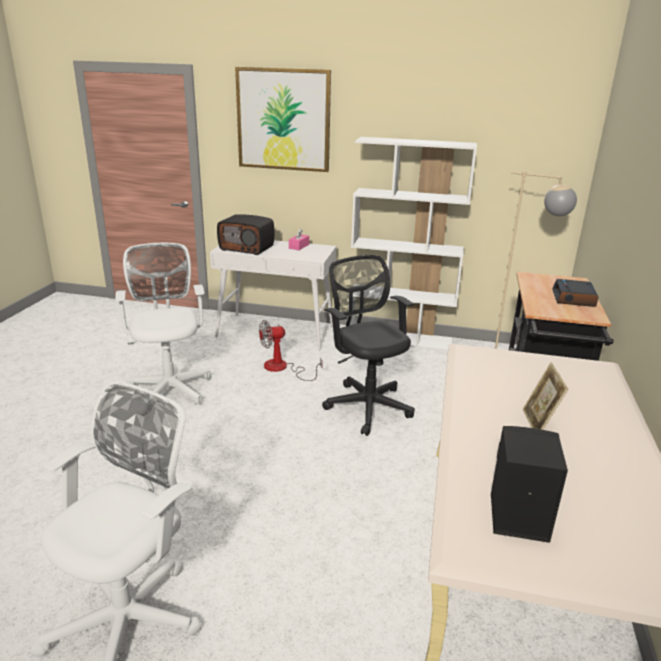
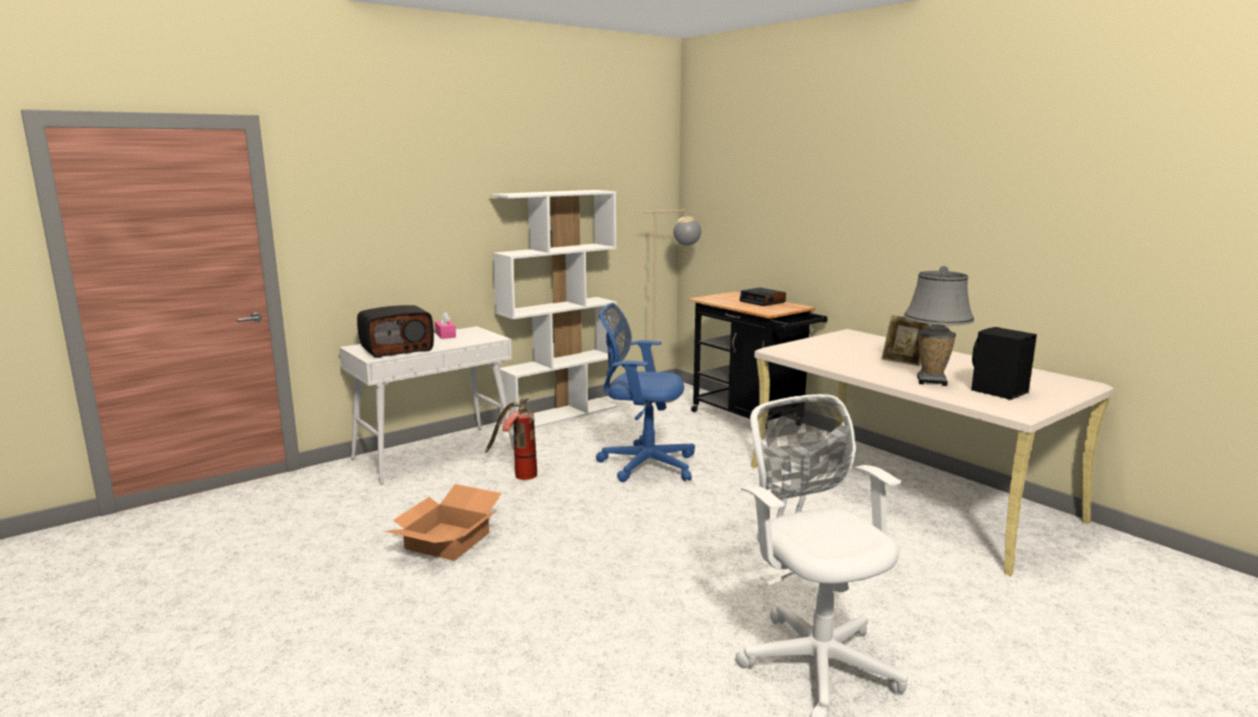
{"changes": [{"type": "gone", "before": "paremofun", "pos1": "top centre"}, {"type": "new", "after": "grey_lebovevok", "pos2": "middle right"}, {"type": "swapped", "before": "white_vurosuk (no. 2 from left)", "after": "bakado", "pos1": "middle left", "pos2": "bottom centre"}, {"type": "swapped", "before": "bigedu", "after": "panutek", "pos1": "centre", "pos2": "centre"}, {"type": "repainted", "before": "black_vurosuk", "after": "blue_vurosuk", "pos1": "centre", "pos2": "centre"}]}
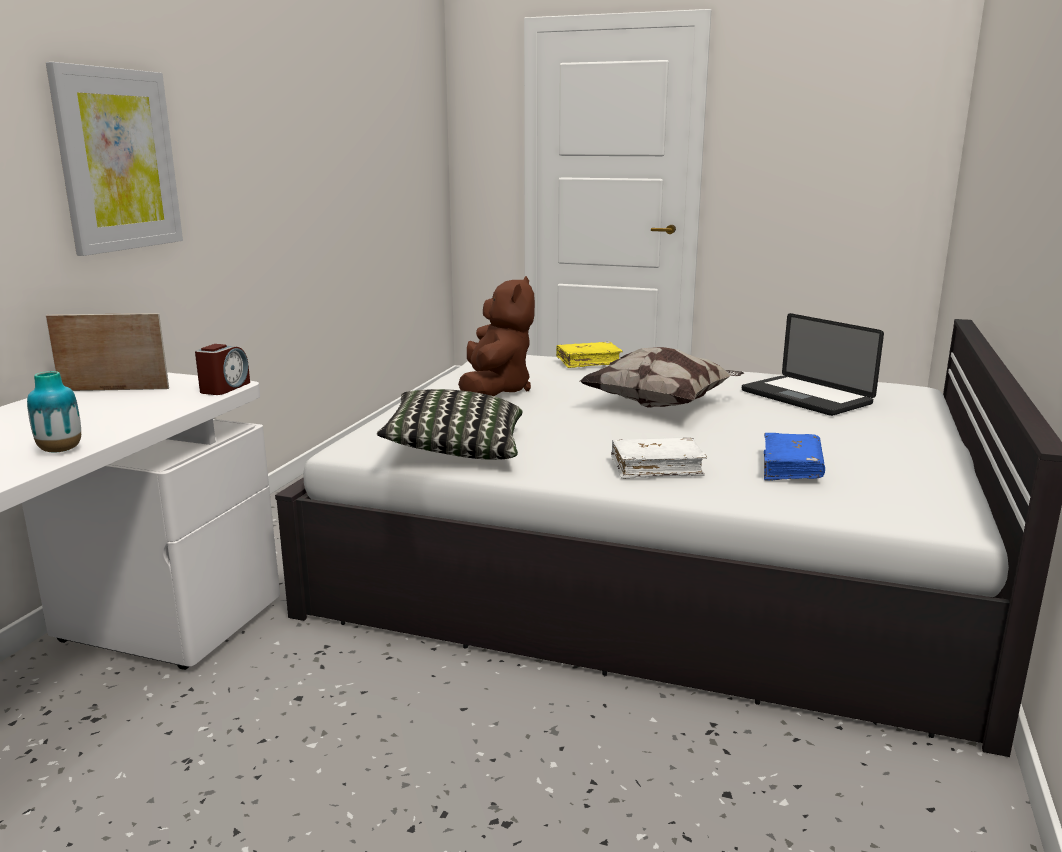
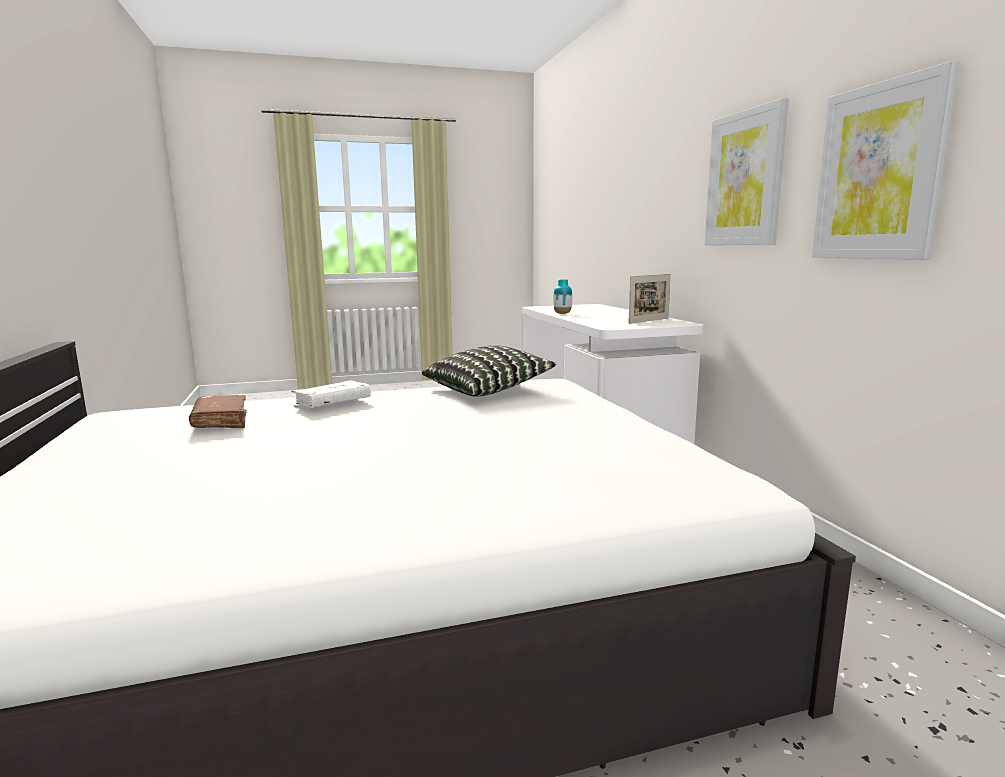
{"changes": [{"type": "gone", "before": "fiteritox", "pos1": "middle left"}, {"type": "gone", "before": "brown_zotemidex", "pos1": "centre"}, {"type": "gone", "before": "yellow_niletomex", "pos1": "centre"}, {"type": "gone", "before": "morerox (no. 2 from left)", "pos1": "centre"}, {"type": "gone", "before": "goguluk", "pos1": "middle right"}, {"type": "new", "after": "paremofun (no. 2 from left)", "pos2": "top right"}, {"type": "repainted", "before": "blue_niletomex", "after": "brown_niletomex", "pos1": "middle right", "pos2": "middle left"}]}
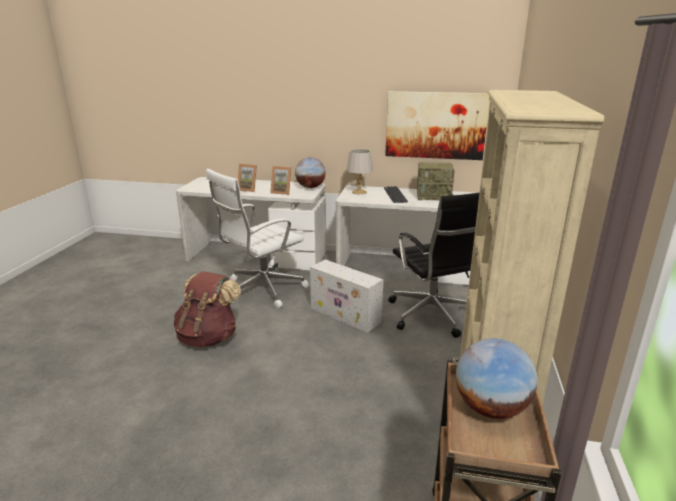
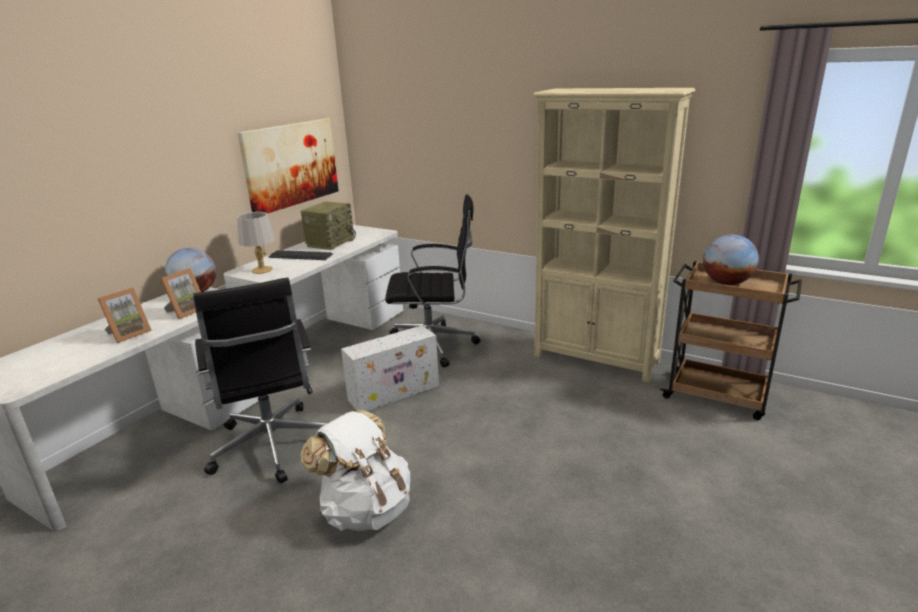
{"changes": [{"type": "repainted", "before": "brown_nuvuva", "after": "white_nuvuva", "pos1": "middle left", "pos2": "bottom centre"}, {"type": "repainted", "before": "white_vurosuk", "after": "black_vurosuk (no. 1 from left)", "pos1": "centre", "pos2": "middle left"}]}
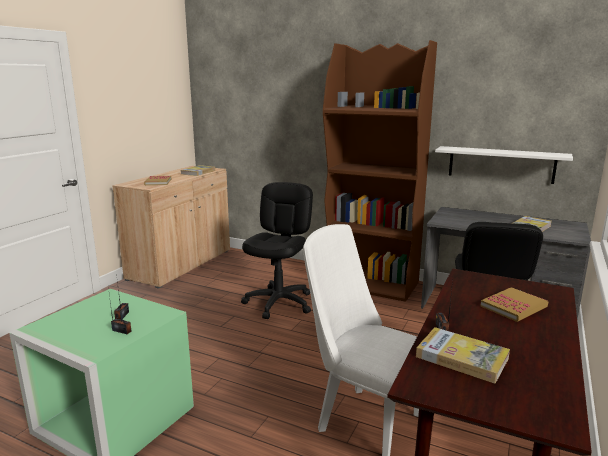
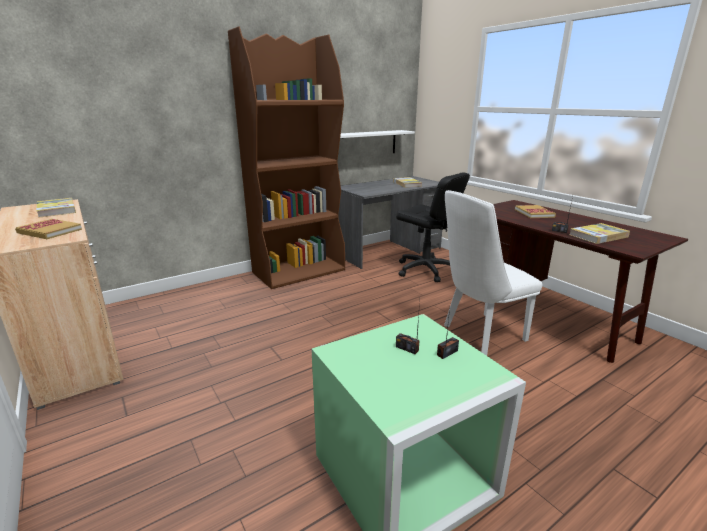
{"changes": [{"type": "gone", "before": "black_vurosuk (no. 1 from left)", "pos1": "centre"}]}
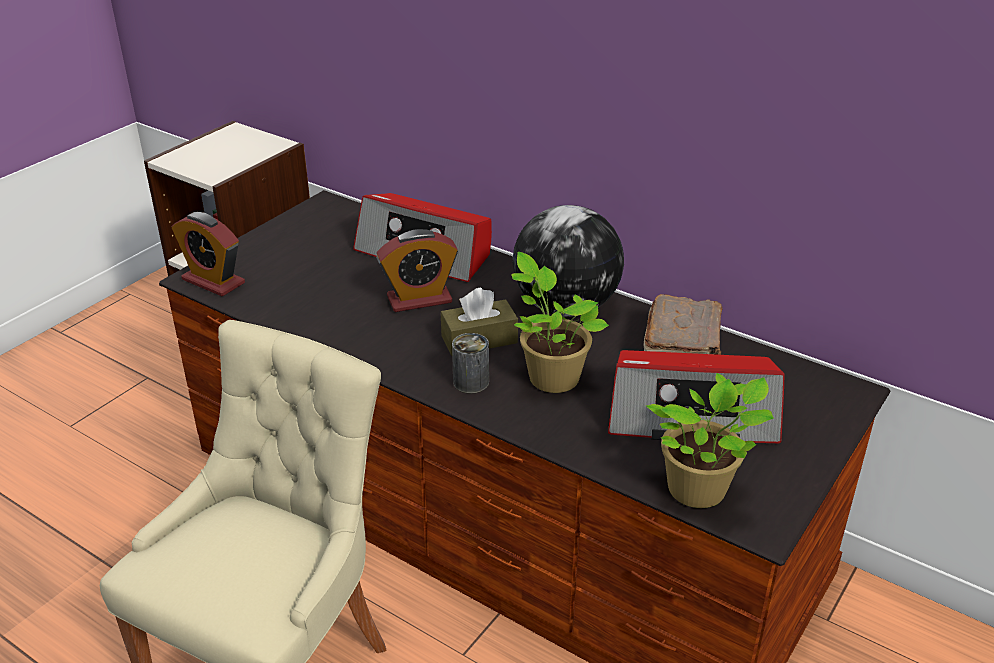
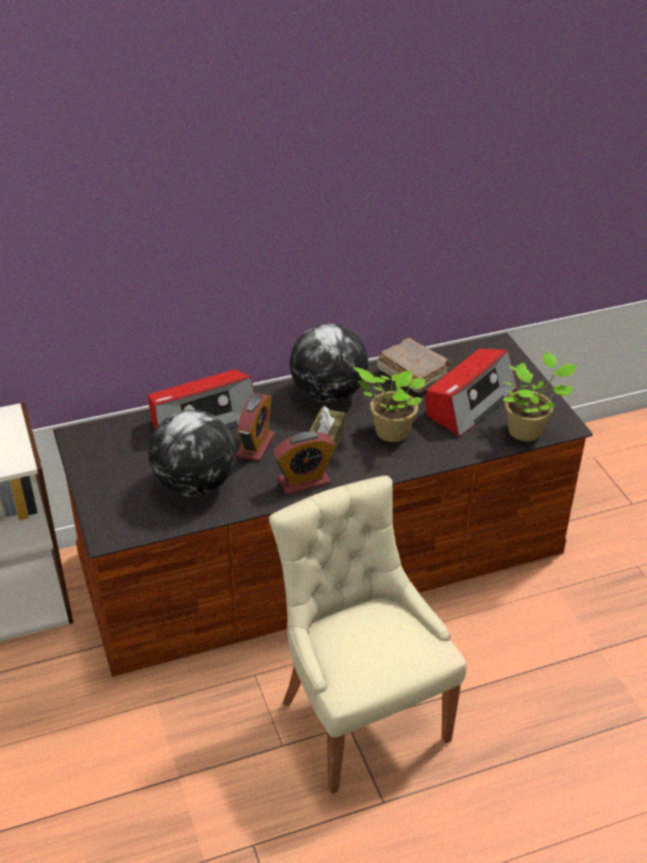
{"changes": [{"type": "gone", "before": "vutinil", "pos1": "centre"}, {"type": "new", "after": "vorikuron (no. 1 from left)", "pos2": "middle left"}, {"type": "shifted", "before": "fiteritox (no. 1 from left in the first image)", "after": "fiteritox (no. 2 from left)", "pos1": "middle left", "pos2": "centre"}]}
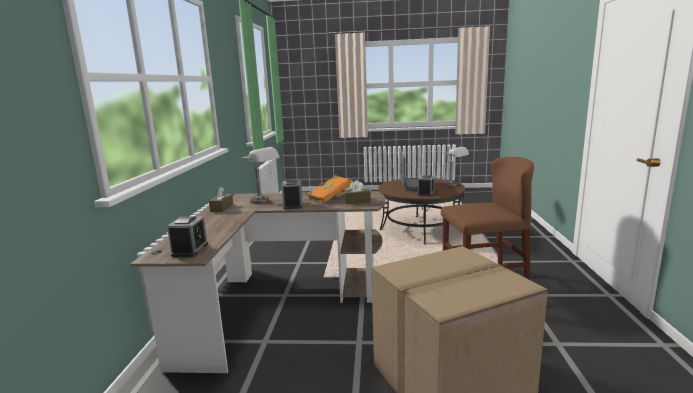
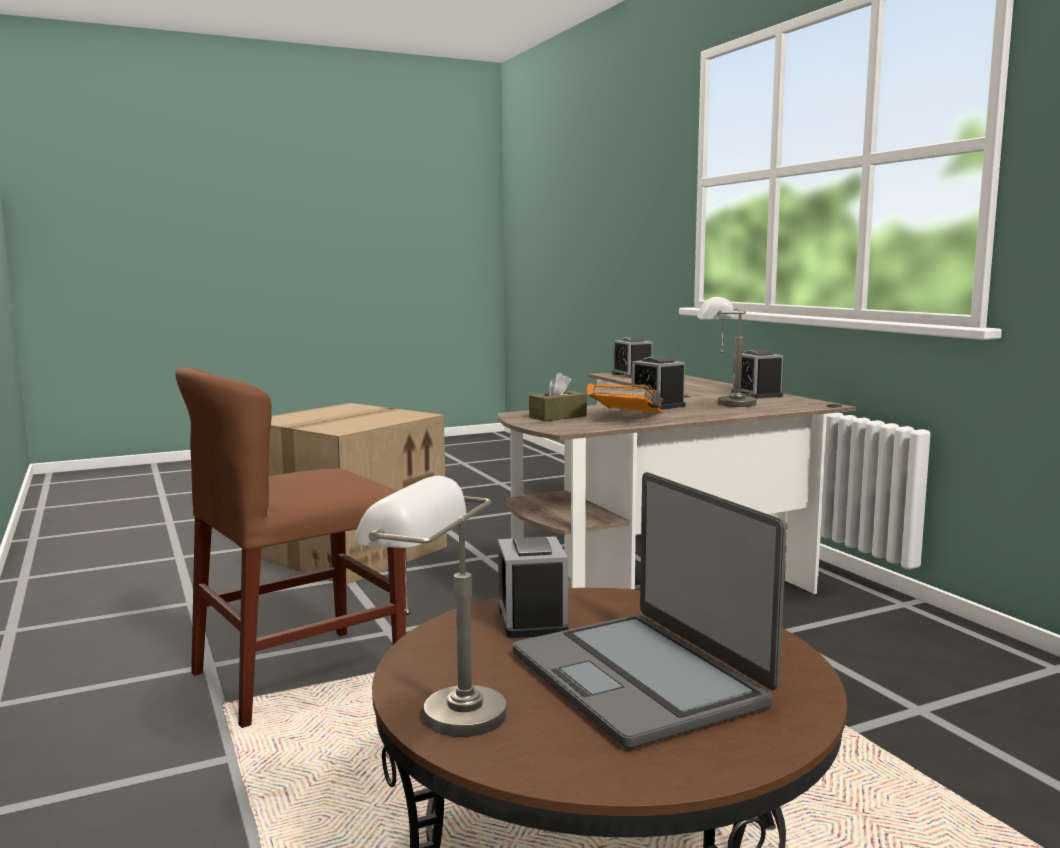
{"changes": [{"type": "swapped", "before": "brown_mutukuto (no. 1 from left)", "after": "fiteritox (no. 4 from left)", "pos1": "middle left", "pos2": "middle right"}]}
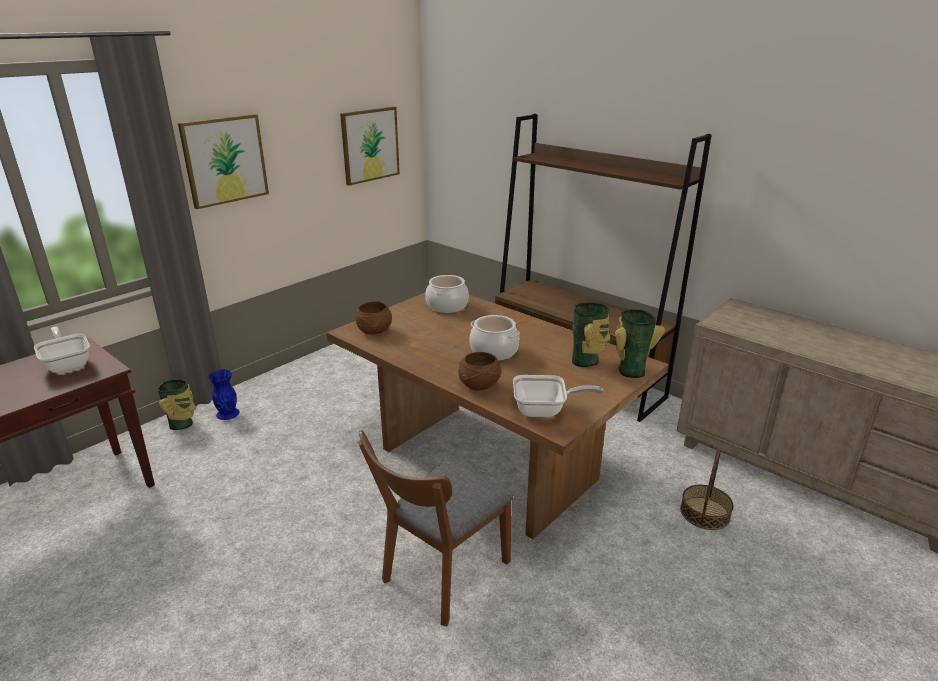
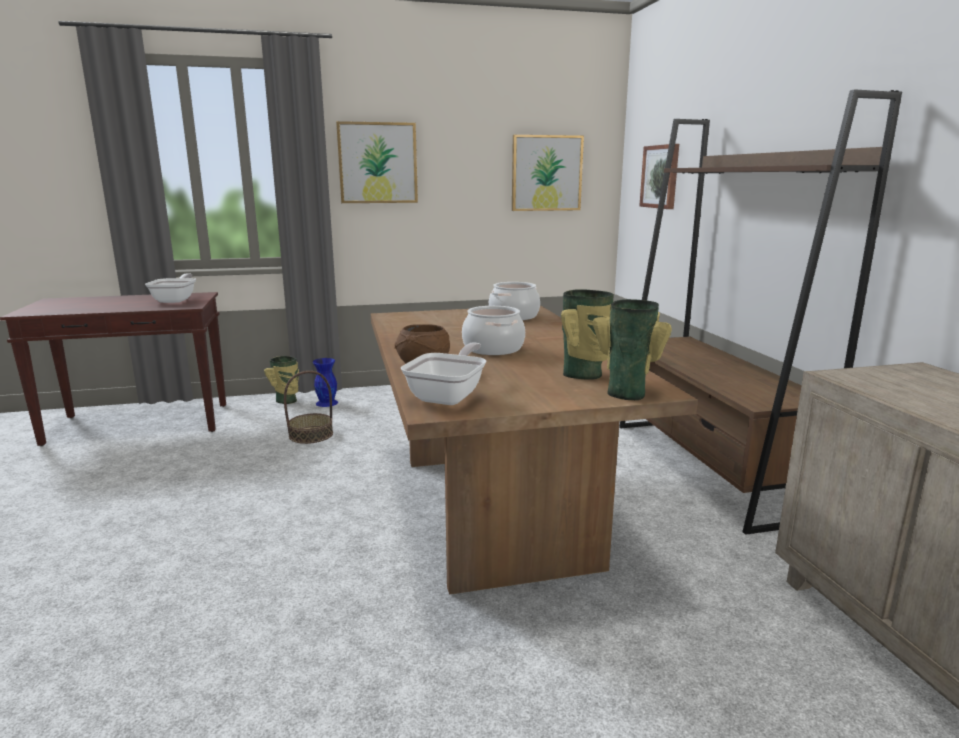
{"changes": [{"type": "gone", "before": "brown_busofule (no. 1 from left)", "pos1": "centre"}, {"type": "gone", "before": "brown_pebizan", "pos1": "bottom centre"}, {"type": "new", "after": "paremofun (no. 3 from left)", "pos2": "top right"}, {"type": "shifted", "before": "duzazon", "pos1": "bottom right", "pos2": "middle left"}, {"type": "rotated", "before": "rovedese (no. 2 from left)", "pos1": "centre", "pos2": "centre", "turn": -105}]}
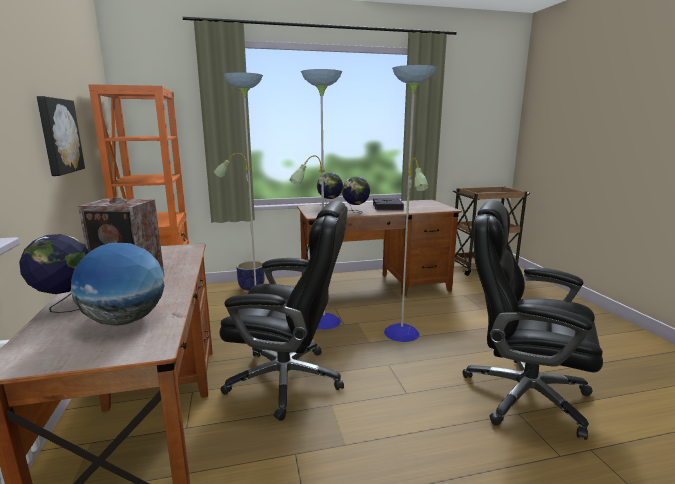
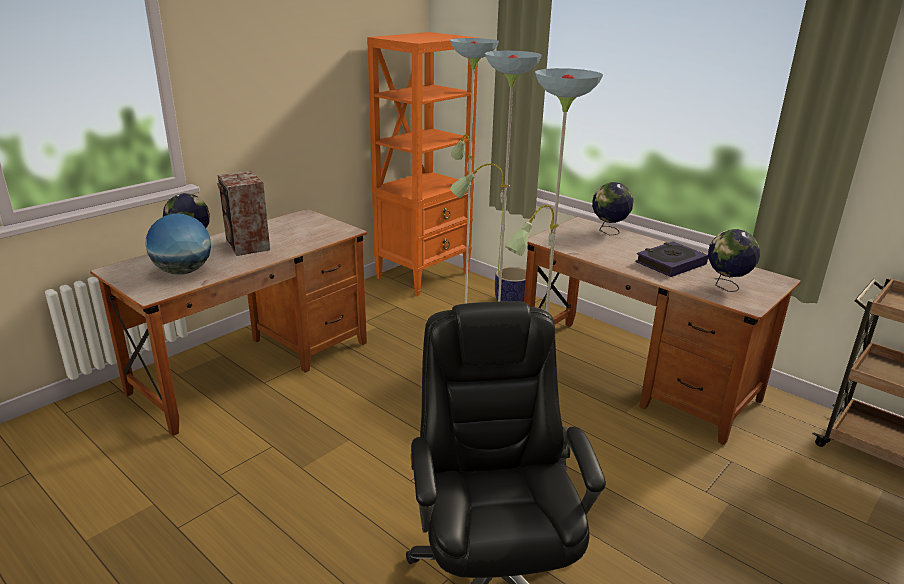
{"changes": [{"type": "gone", "before": "paremofun", "pos1": "top left"}, {"type": "gone", "before": "black_vurosuk (no. 1 from left)", "pos1": "centre"}, {"type": "shifted", "before": "vorikuron (no. 4 from left)", "pos1": "centre", "pos2": "middle right"}]}
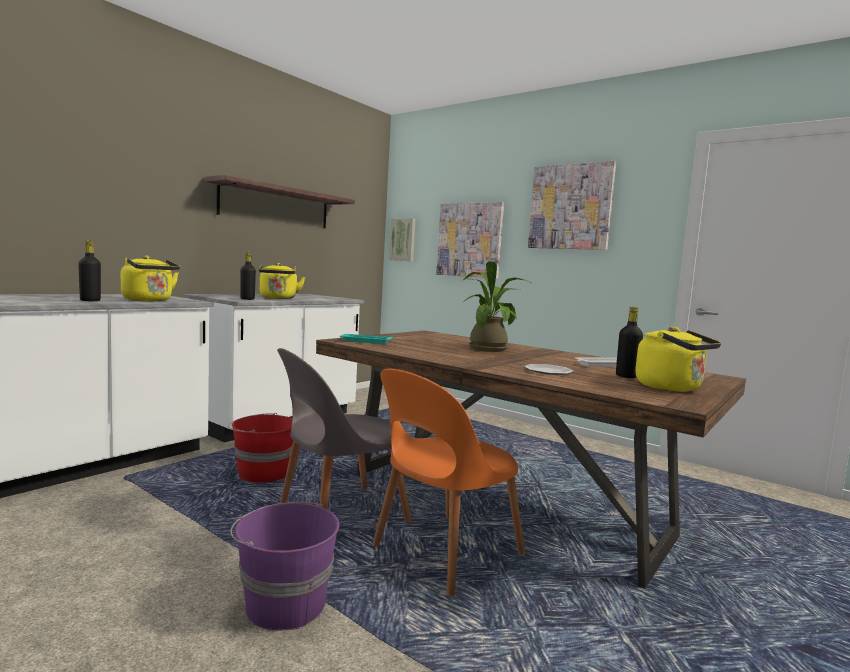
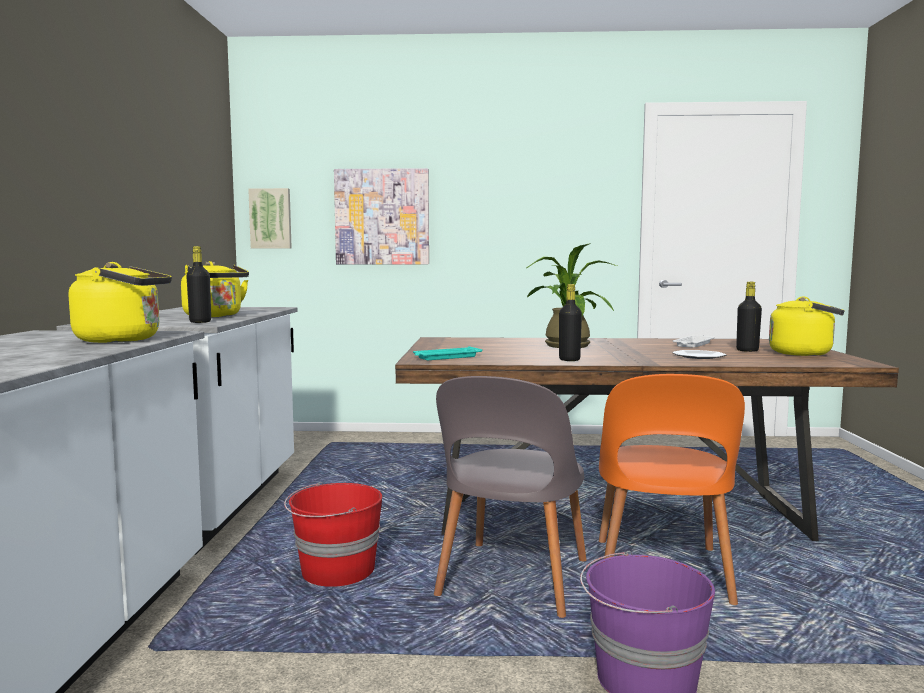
{"changes": [{"type": "gone", "before": "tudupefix", "pos1": "top left"}, {"type": "gone", "before": "paremofun (no. 3 from left)", "pos1": "top right"}, {"type": "shifted", "before": "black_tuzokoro (no. 1 from left in the first image)", "after": "black_tuzokoro (no. 2 from left)", "pos1": "middle left", "pos2": "centre"}]}
